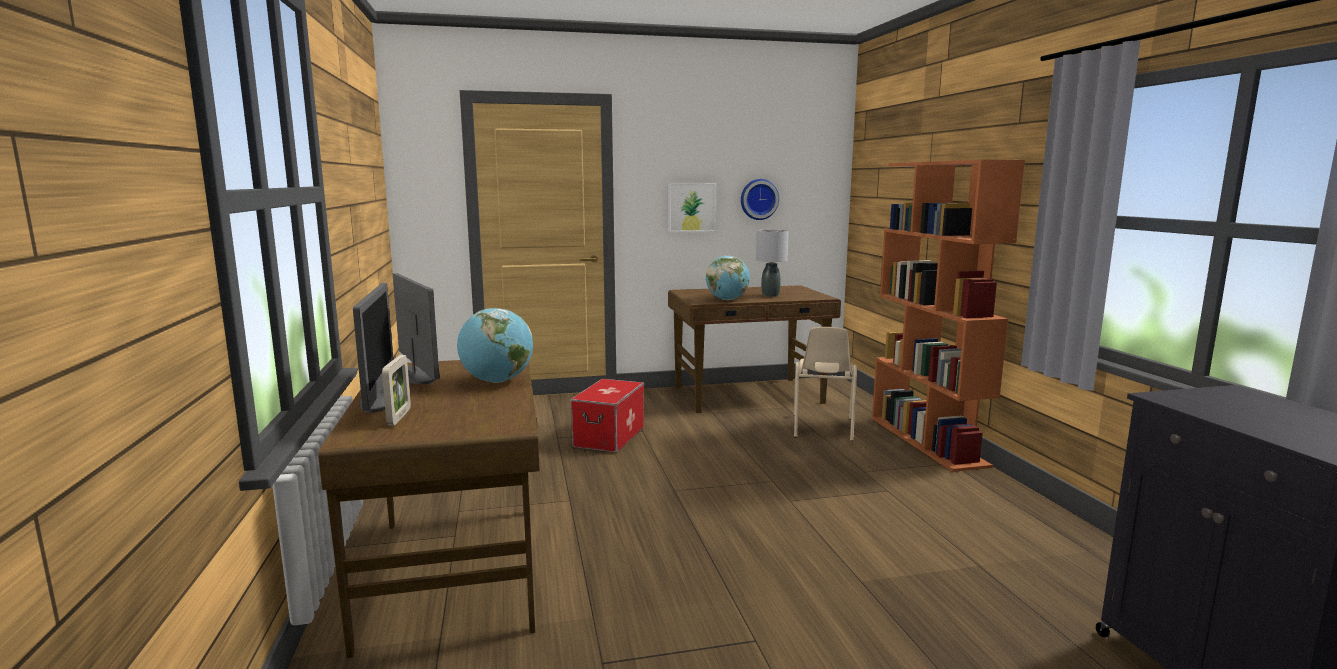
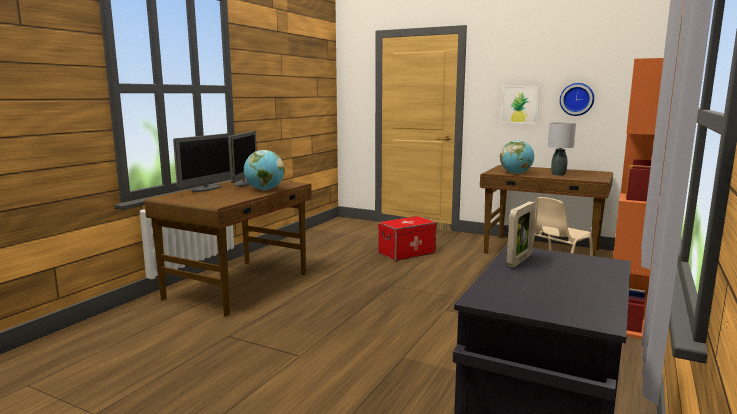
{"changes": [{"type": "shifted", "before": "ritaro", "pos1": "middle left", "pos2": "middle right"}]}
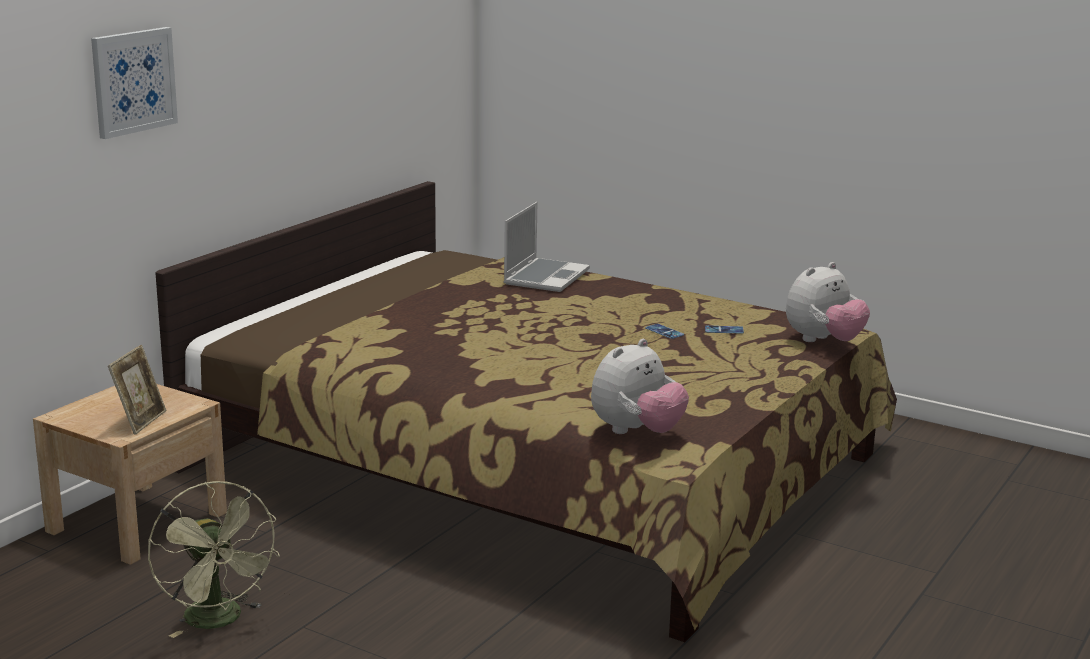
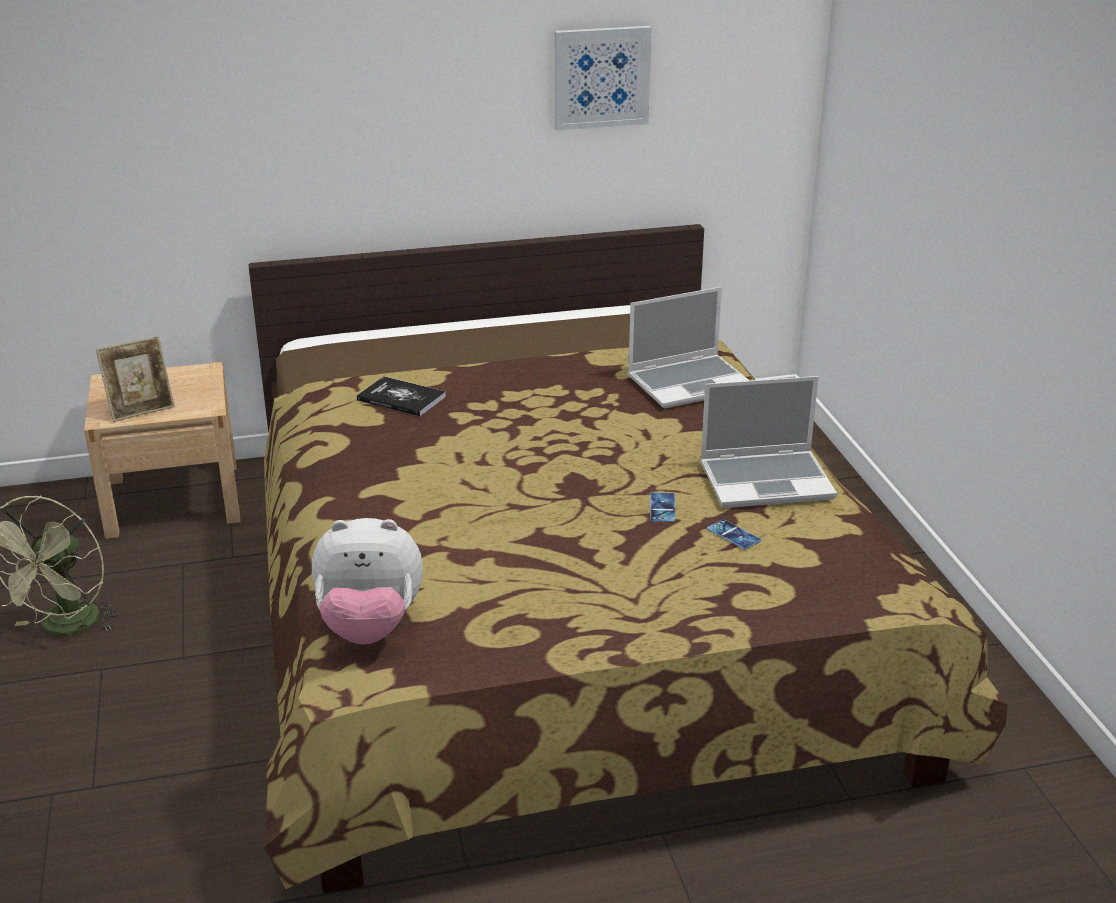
{"changes": [{"type": "gone", "before": "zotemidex (no. 2 from left)", "pos1": "middle right"}, {"type": "new", "after": "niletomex", "pos2": "centre"}, {"type": "new", "after": "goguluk (no. 2 from left)", "pos2": "middle right"}, {"type": "shifted", "before": "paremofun", "pos1": "top left", "pos2": "top centre"}]}
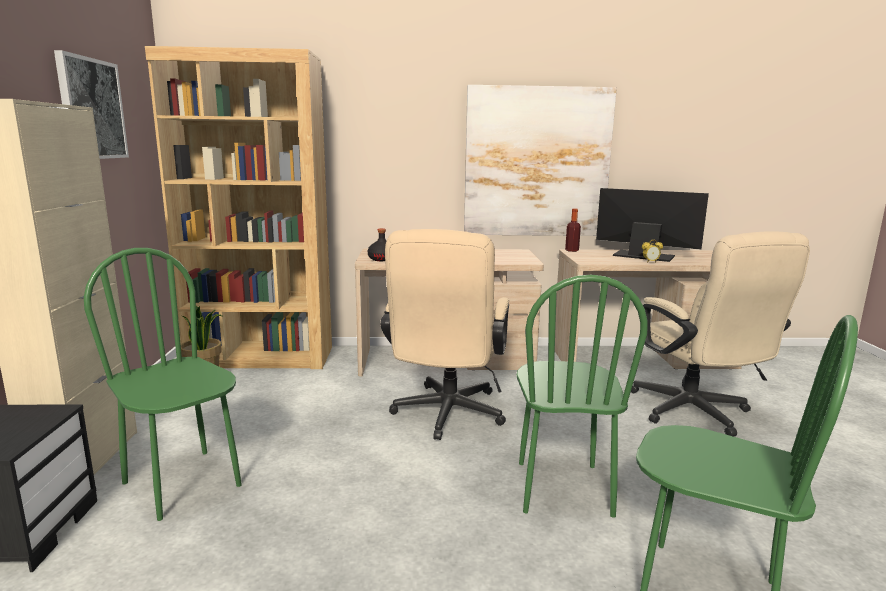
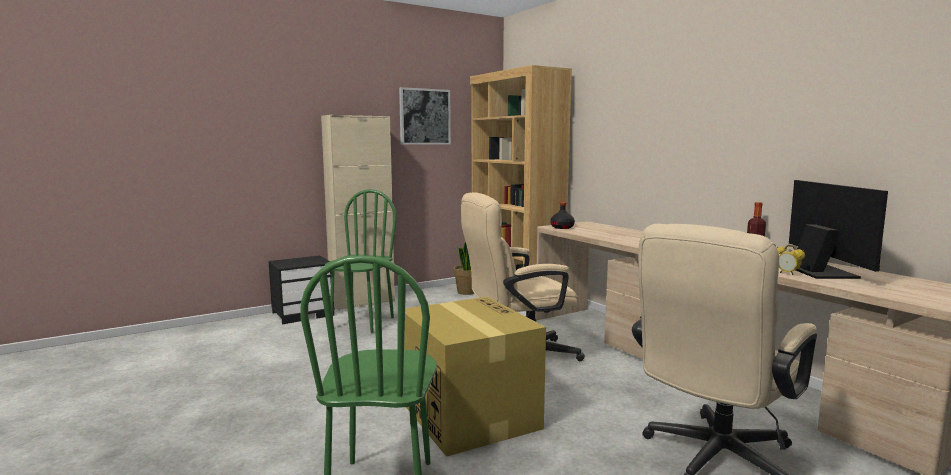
{"changes": [{"type": "gone", "before": "paremofun (no. 2 from left)", "pos1": "top centre"}, {"type": "swapped", "before": "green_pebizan (no. 2 from left)", "after": "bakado", "pos1": "bottom centre", "pos2": "bottom centre"}]}
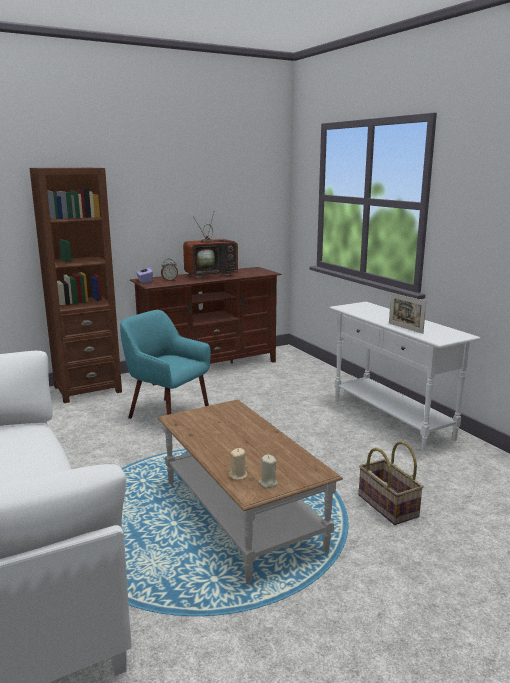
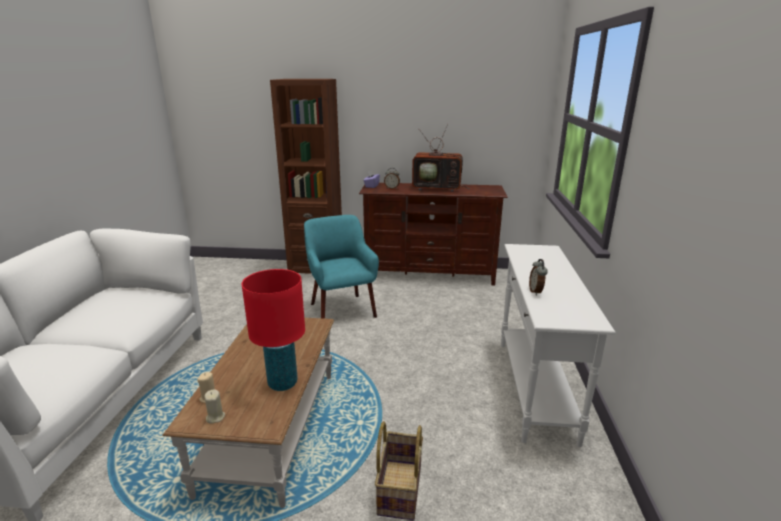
{"changes": [{"type": "new", "after": "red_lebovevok", "pos2": "centre"}, {"type": "swapped", "before": "ritaro", "after": "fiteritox (no. 2 from left)", "pos1": "middle right", "pos2": "middle right"}]}
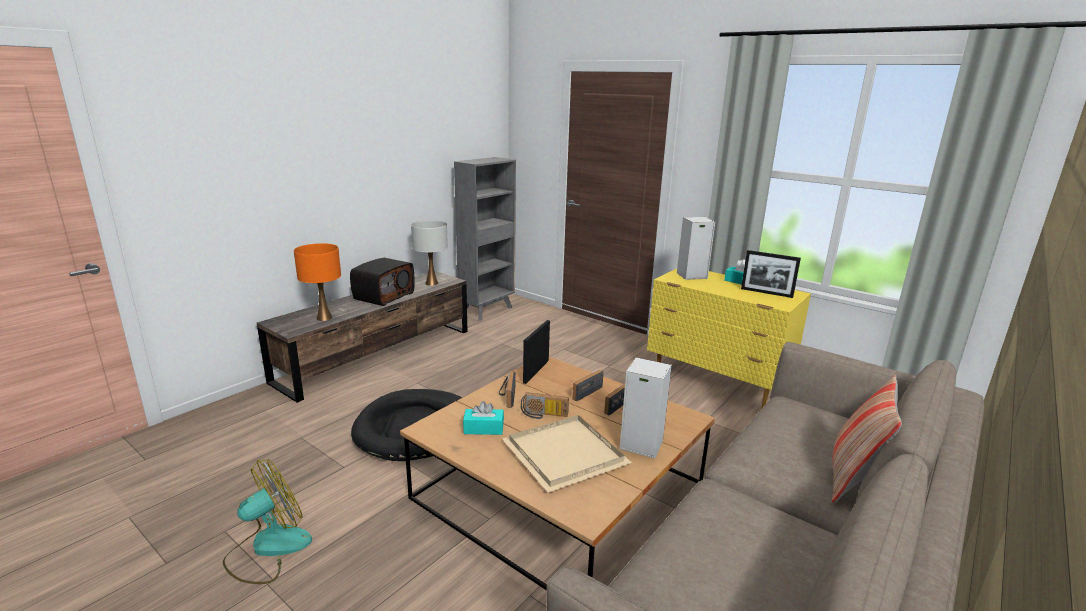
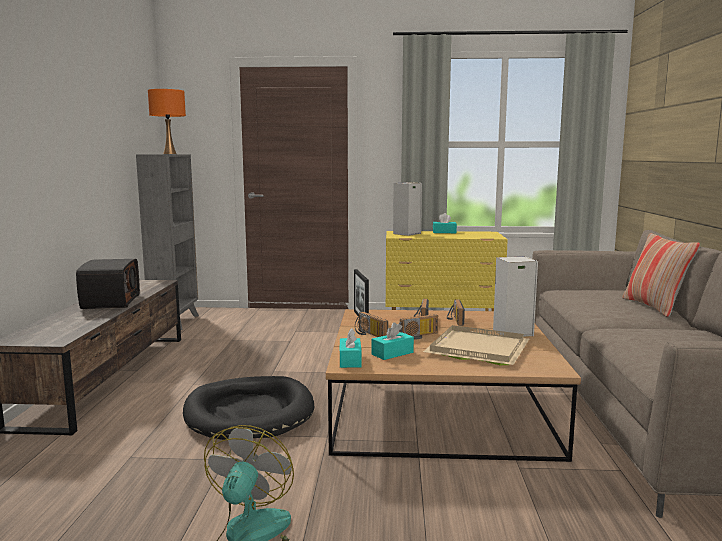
{"changes": [{"type": "gone", "before": "white_lebovevok", "pos1": "centre"}, {"type": "gone", "before": "ritaro (no. 2 from left)", "pos1": "middle right"}, {"type": "new", "after": "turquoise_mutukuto (no. 1 from left)", "pos2": "centre"}, {"type": "shifted", "before": "orange_lebovevok", "pos1": "middle left", "pos2": "top left"}]}
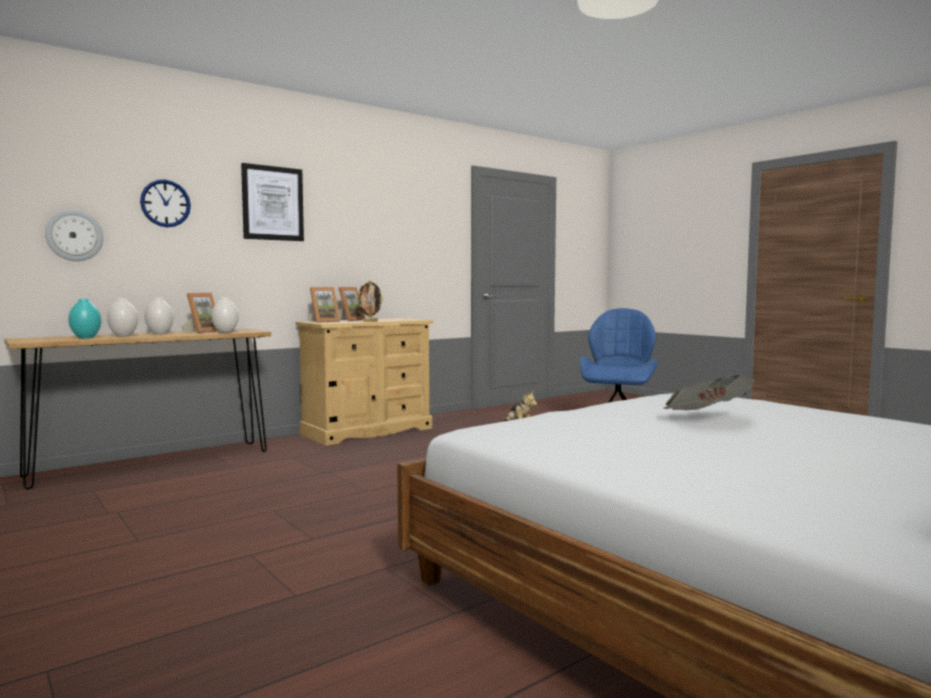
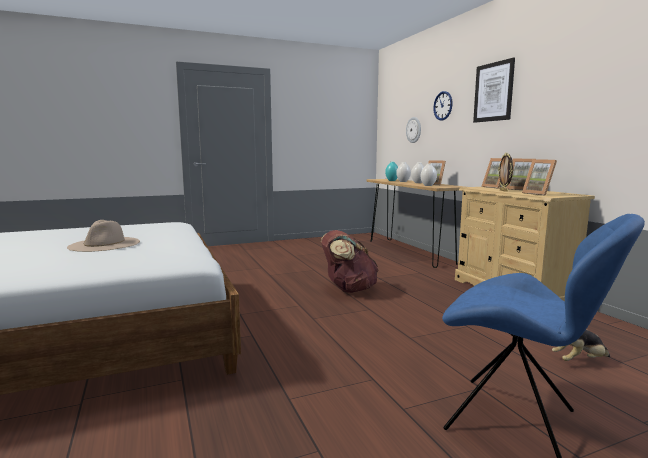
{"changes": [{"type": "new", "after": "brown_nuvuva", "pos2": "centre"}, {"type": "new", "after": "ritaro (no. 5 from left)", "pos2": "middle right"}, {"type": "swapped", "before": "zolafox", "after": "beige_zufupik", "pos1": "middle right", "pos2": "middle left"}]}
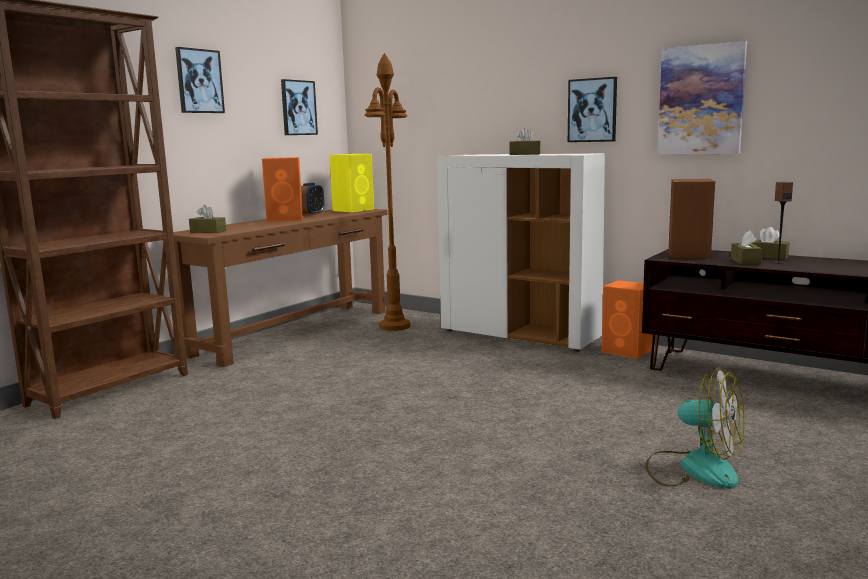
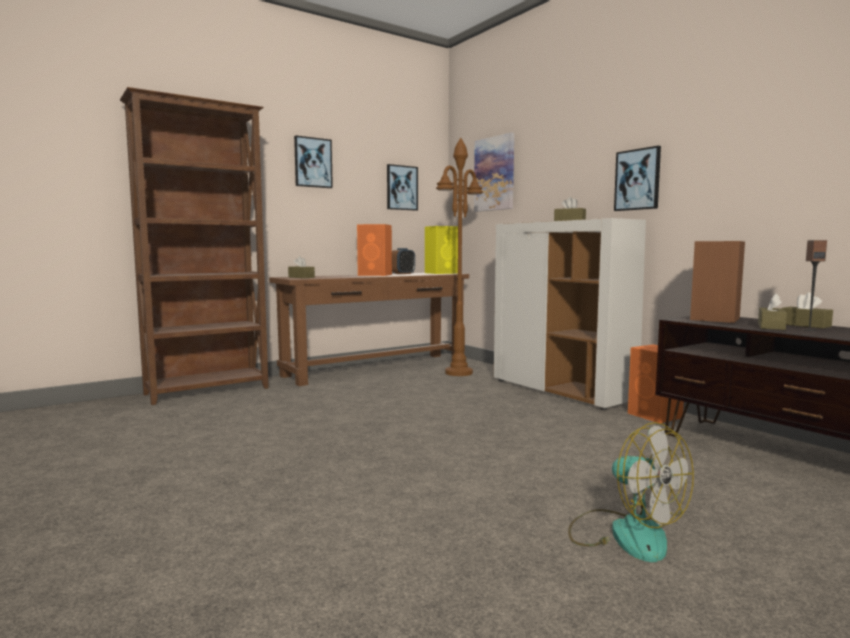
{"changes": [{"type": "shifted", "before": "paremofun (no. 4 from left in the first image)", "after": "paremofun (no. 3 from left)", "pos1": "top right", "pos2": "top centre"}]}
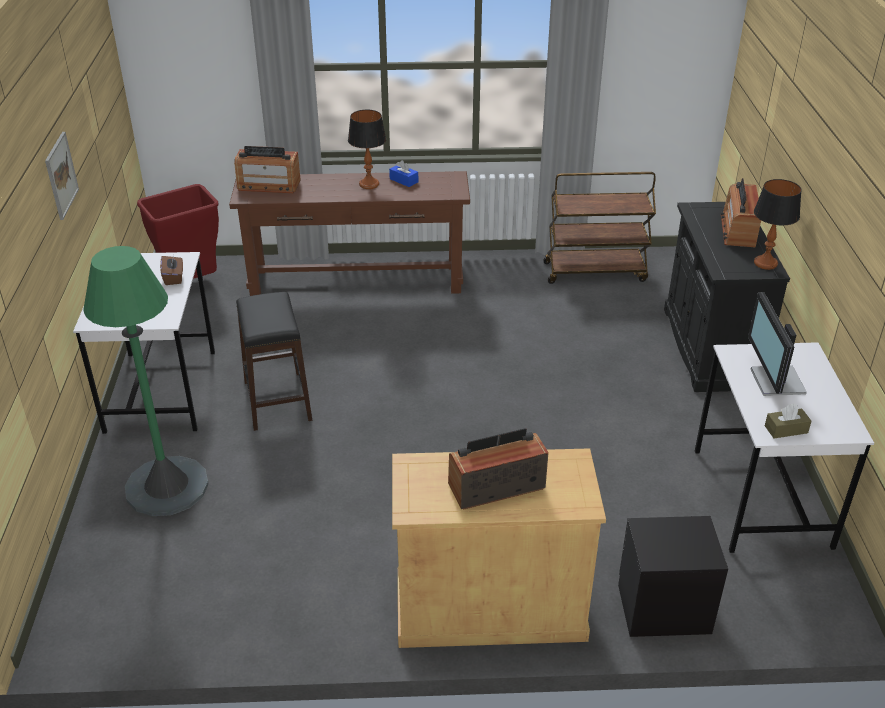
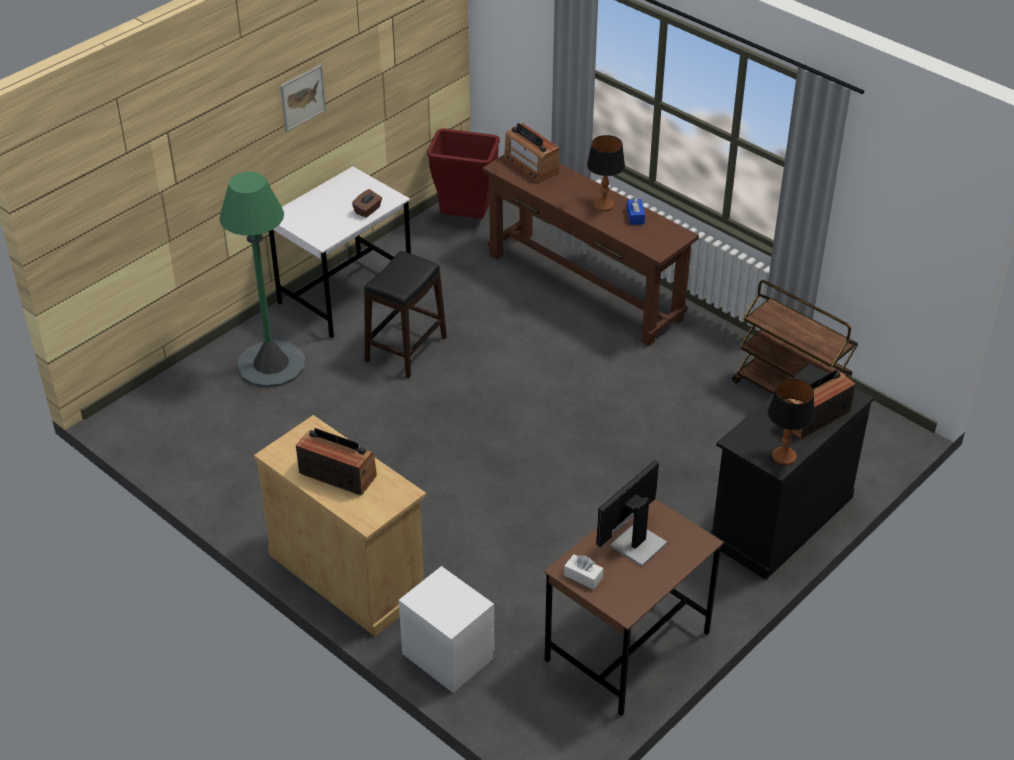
{"changes": [{"type": "repainted", "before": "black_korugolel", "after": "white_korugolel", "pos1": "bottom right", "pos2": "bottom centre"}, {"type": "repainted", "before": "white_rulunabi (no. 2 from left)", "after": "brown_rulunabi", "pos1": "middle right", "pos2": "bottom centre"}, {"type": "repainted", "before": "brown_mutukuto (no. 2 from left)", "after": "white_mutukuto", "pos1": "middle right", "pos2": "bottom centre"}]}
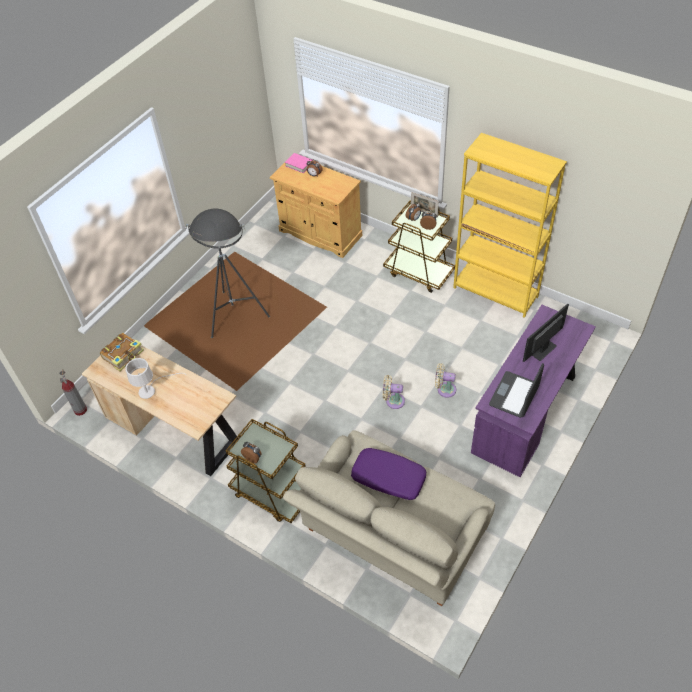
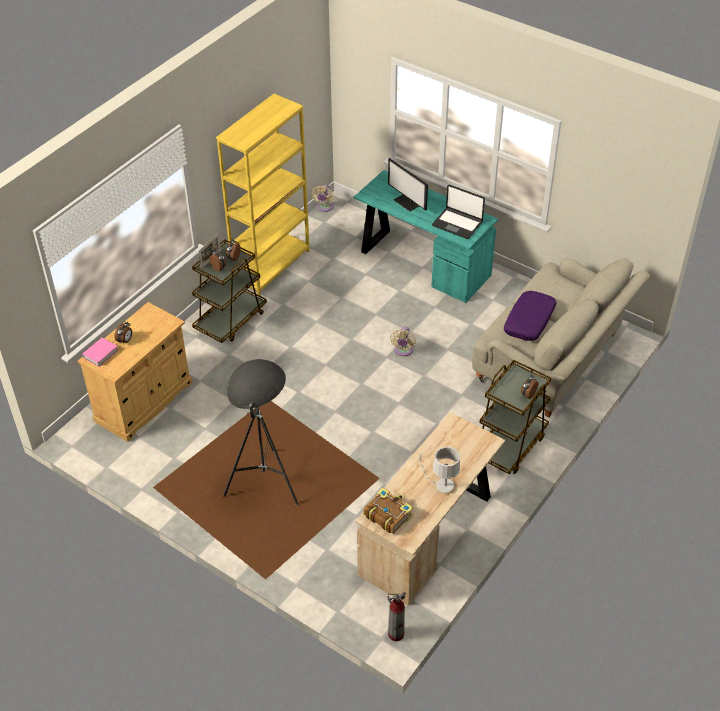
{"changes": [{"type": "shifted", "before": "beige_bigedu (no. 2 from left in the first image)", "after": "beige_bigedu (no. 1 from left)", "pos1": "centre", "pos2": "top centre"}, {"type": "repainted", "before": "purple_rulunabi", "after": "turquoise_rulunabi", "pos1": "middle right", "pos2": "top centre"}]}
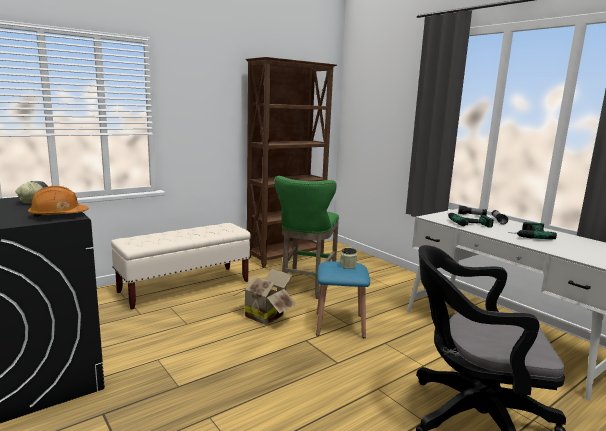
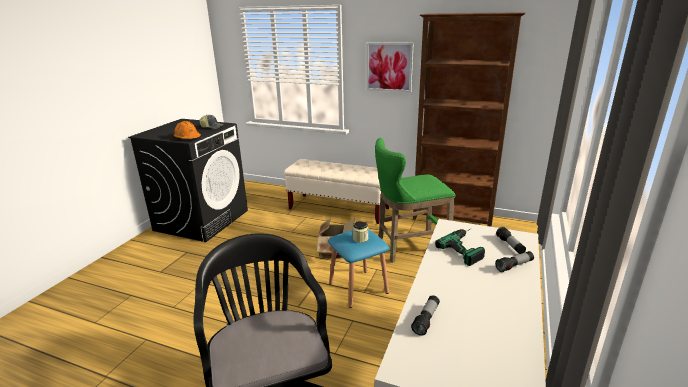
{"changes": [{"type": "gone", "before": "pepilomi (no. 2 from left)", "pos1": "middle right"}, {"type": "new", "after": "paremofun", "pos2": "top centre"}, {"type": "new", "after": "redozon (no. 1 from left)", "pos2": "bottom centre"}]}
